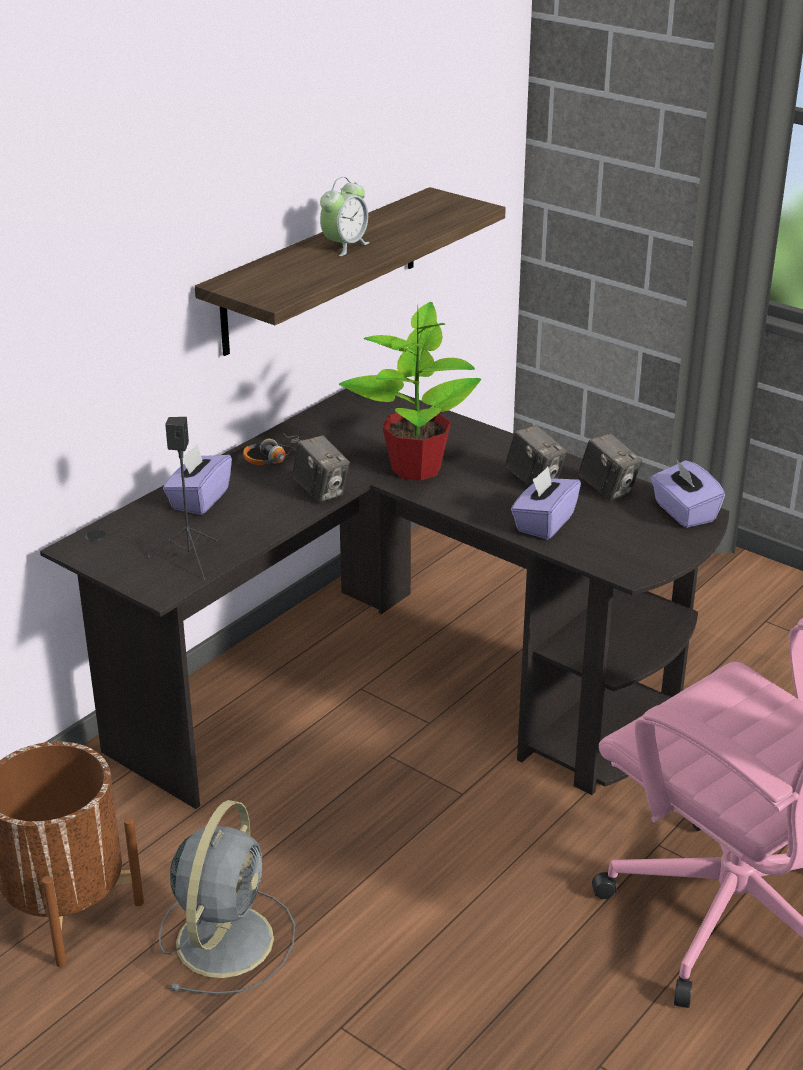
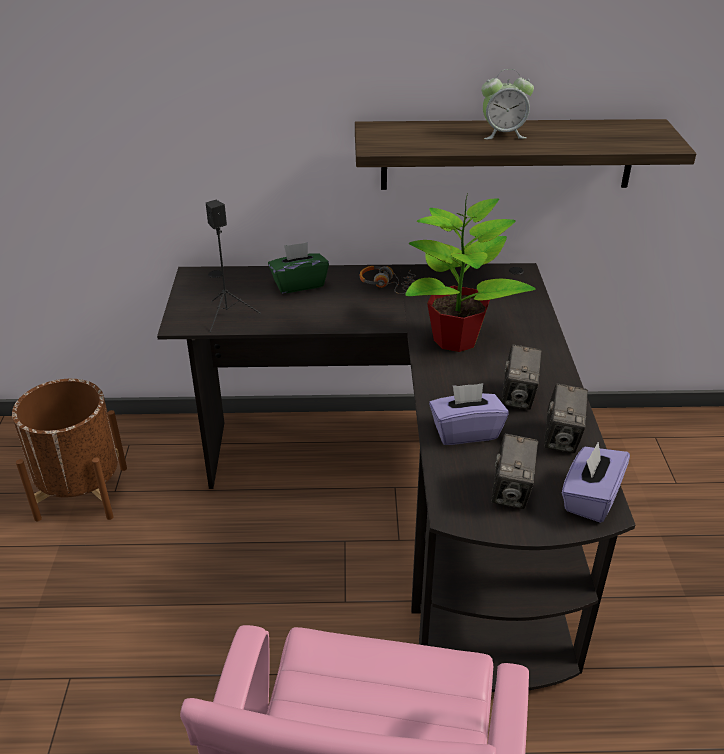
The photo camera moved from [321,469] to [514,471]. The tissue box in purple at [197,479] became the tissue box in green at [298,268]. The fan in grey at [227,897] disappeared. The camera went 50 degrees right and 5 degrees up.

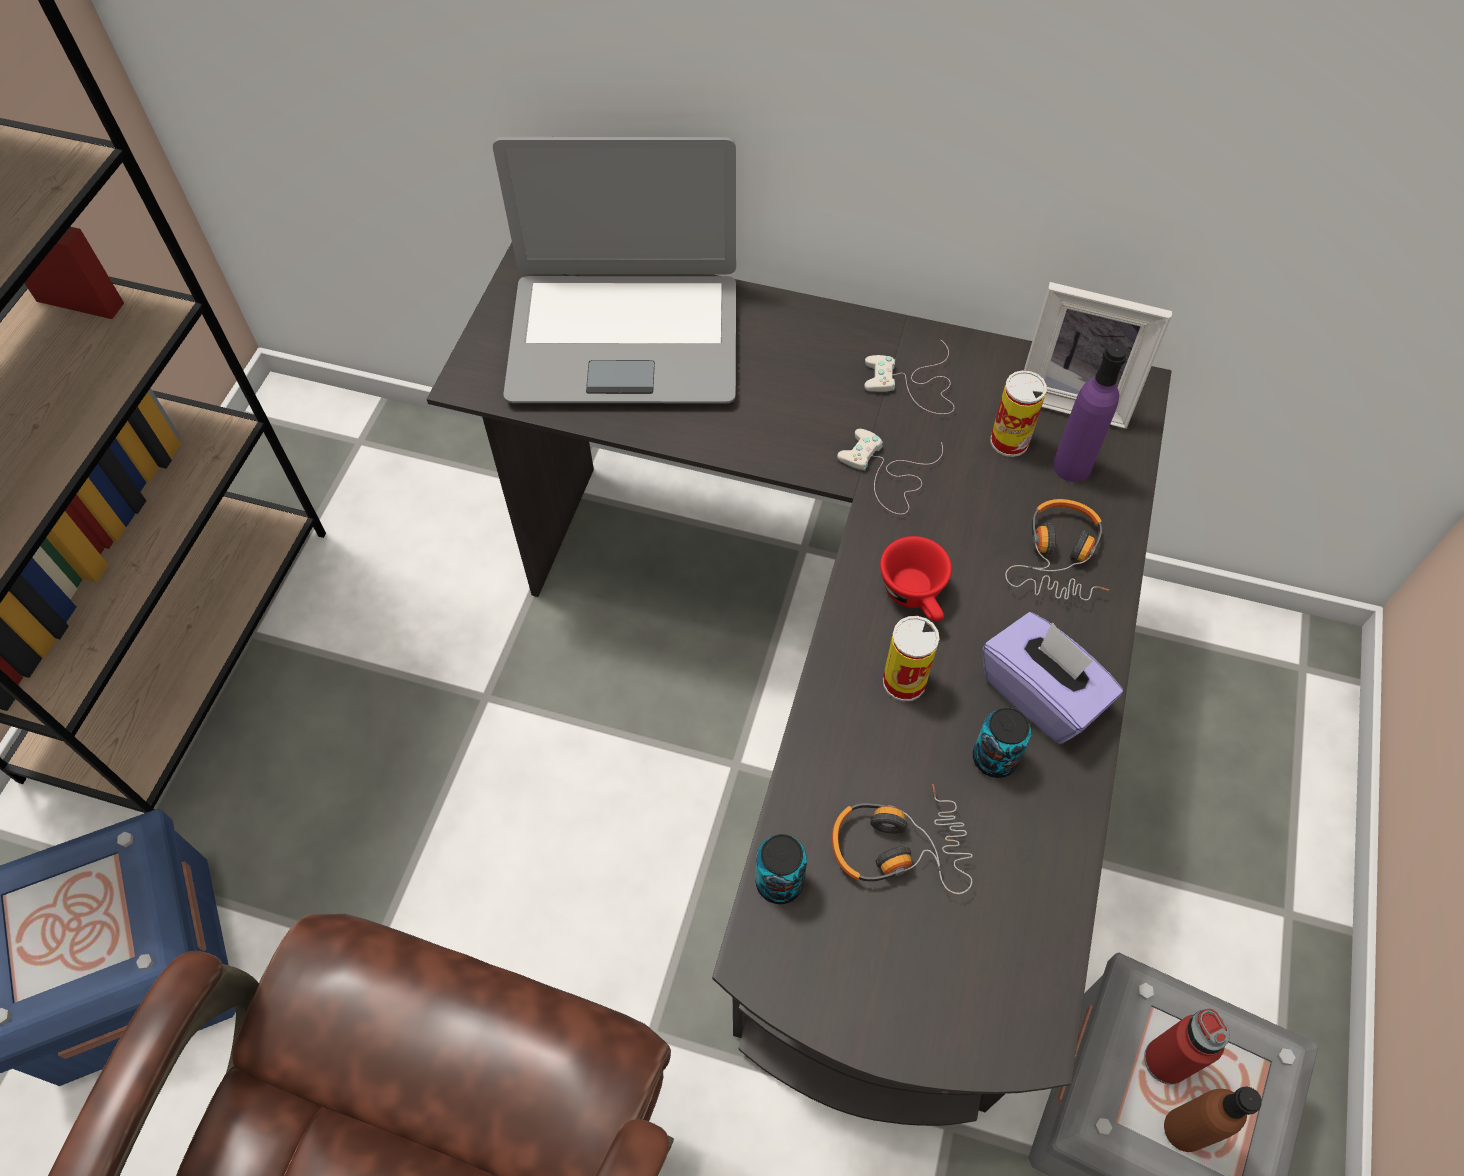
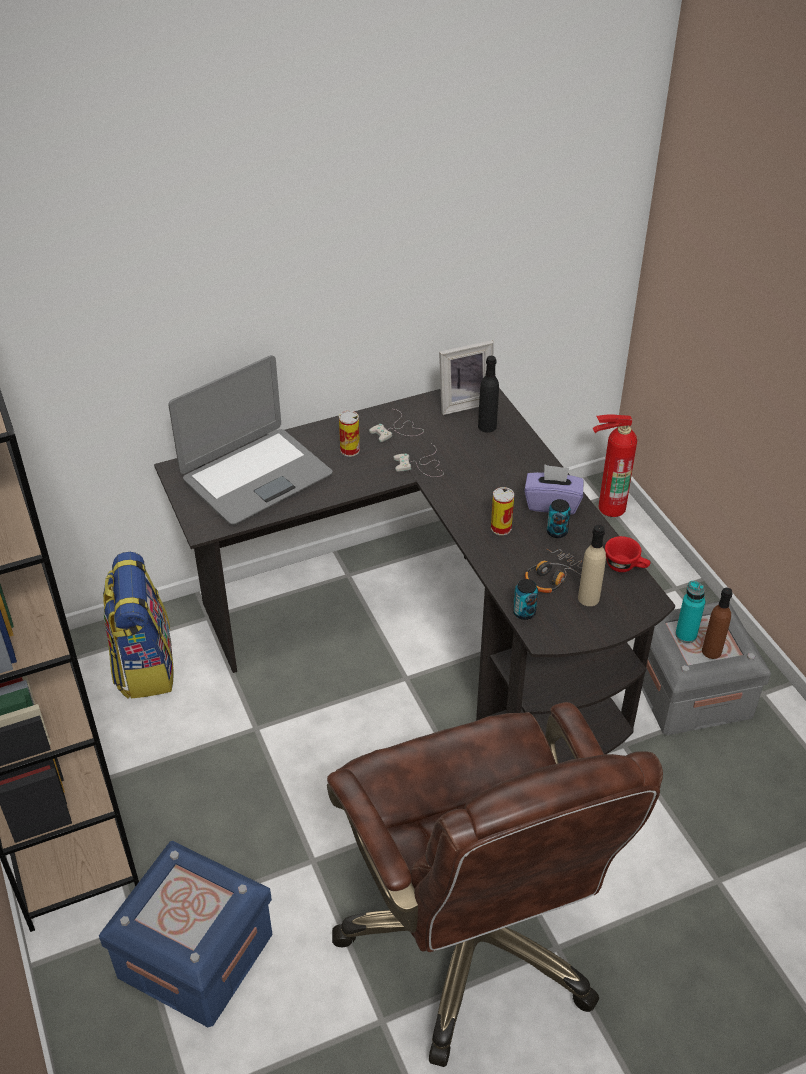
The bottle in purple at [1090,412] became the bottle in black at [488,394]. The can moved from [1018,413] to [349,434]. The headphones at [1057,549] disappeared. The cup in red moved from [916,579] to [628,554]. The bottle in red at [1187,1047] became the bottle in turquoise at [690,612]. The fire extinguisher at [615,465] appeared. The bottle in beige at [592,565] appeared. The backpack at [138,625] appeared. The camera went 40 degrees left and 15 degrees down.

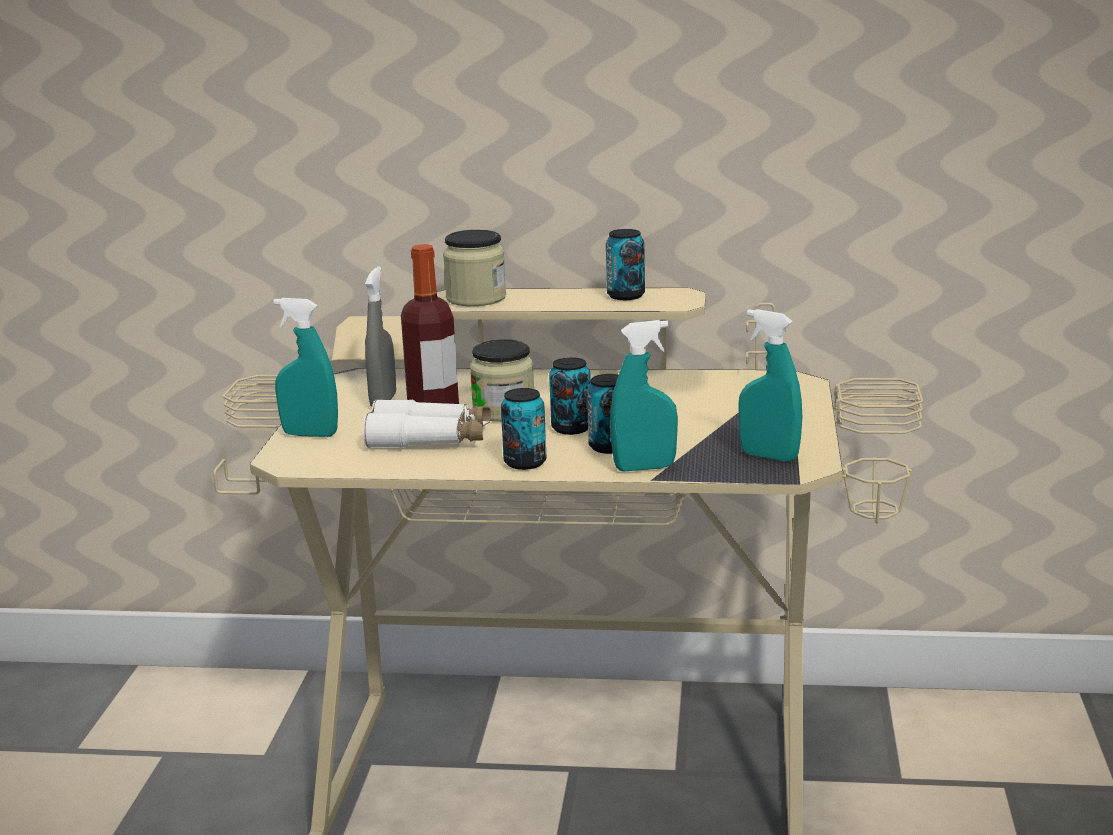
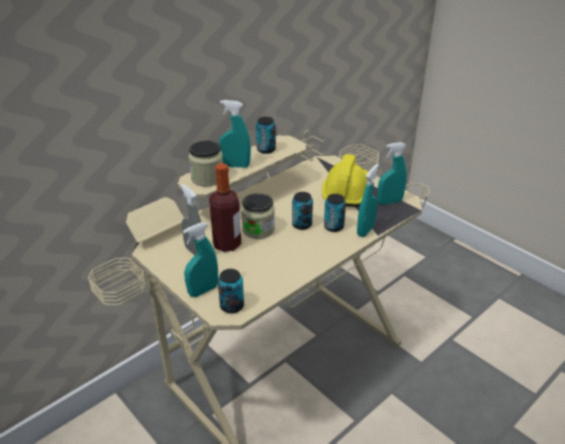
The can moved from [524,429] to [231,291]. The binoculars in white at [427,423] disappeared. The spray bottle in turquoise at [235,134] appeared. The hard hat in yellow at [345,180] appeared. The camera went 50 degrees left and 15 degrees up.

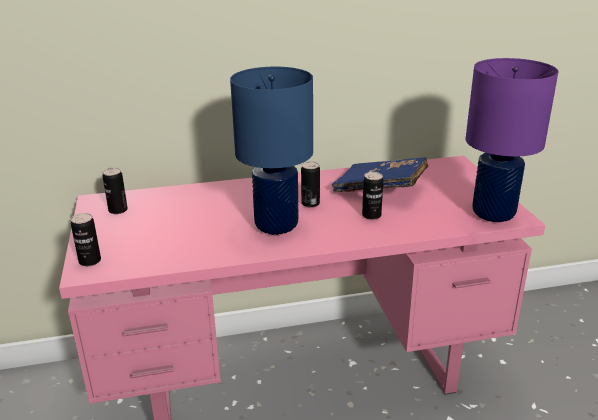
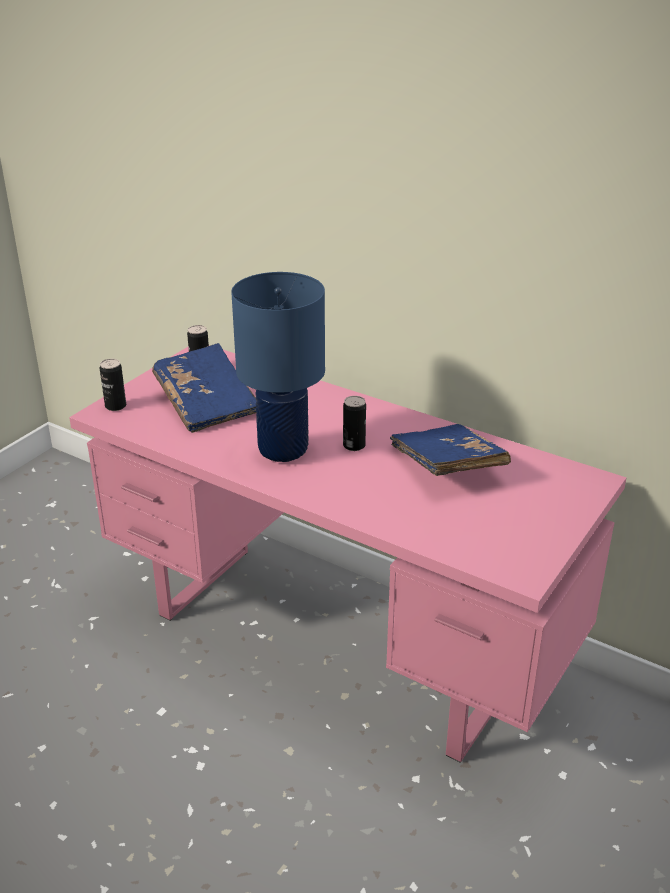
The table lamp in purple at [512,140] disappeared. The can at [372,196] disappeared. The book in blue at [204,388] appeared. The camera went 45 degrees right and 5 degrees up.

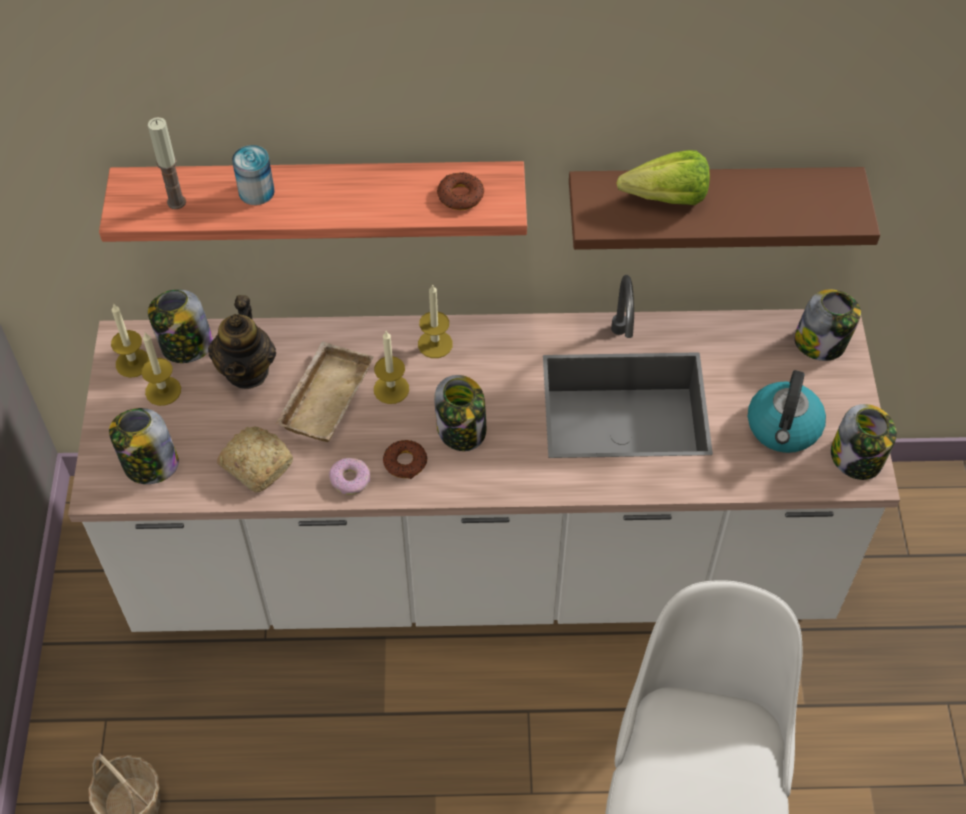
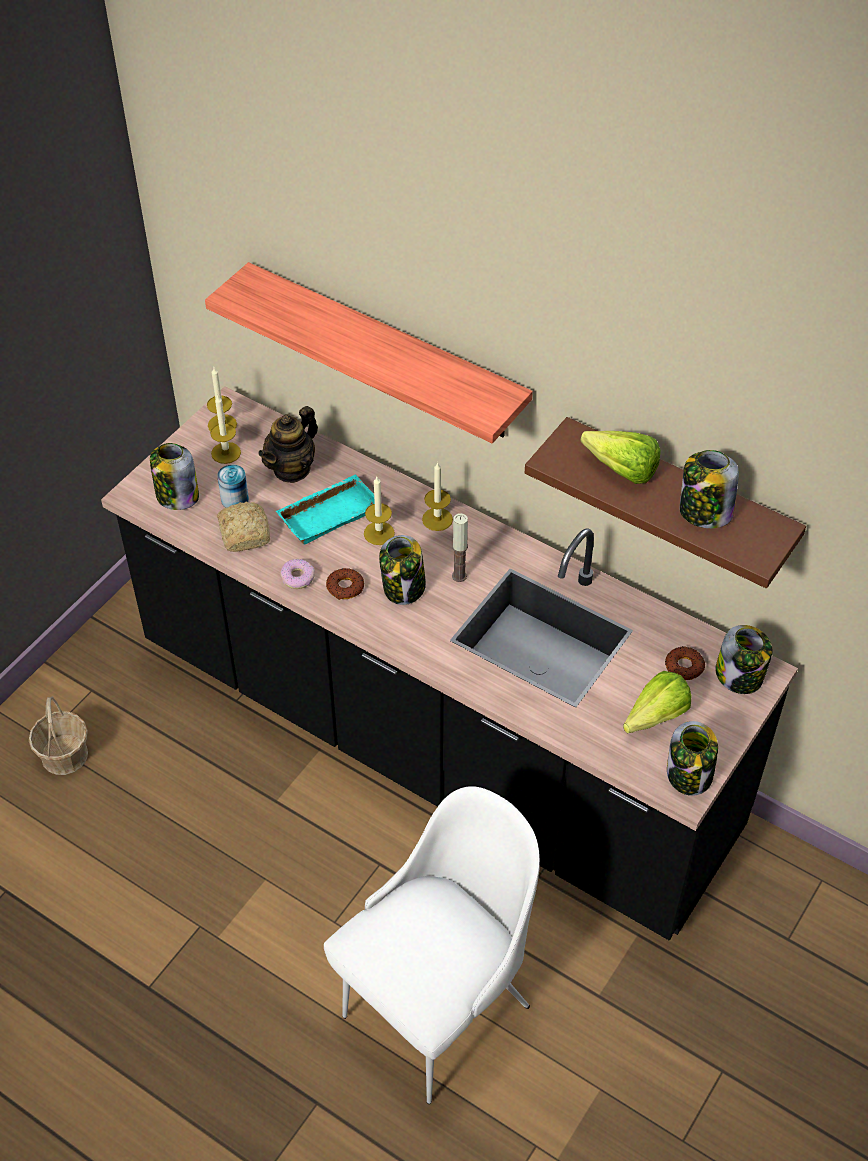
The candle moved from [167,163] to [460,547]. The can moved from [253,175] to [233,486]. The donut moved from [460,191] to [685,663]. The counter in white at [484,453] became the counter in black at [449,663]. The jar moved from [180,326] to [709,489]. The tray in beige at [324,392] became the tray in turquoise at [329,509]. The kettle at [786,411] was replaced by the lettuce at [657,702]. The camera went 35 degrees right and 5 degrees down.

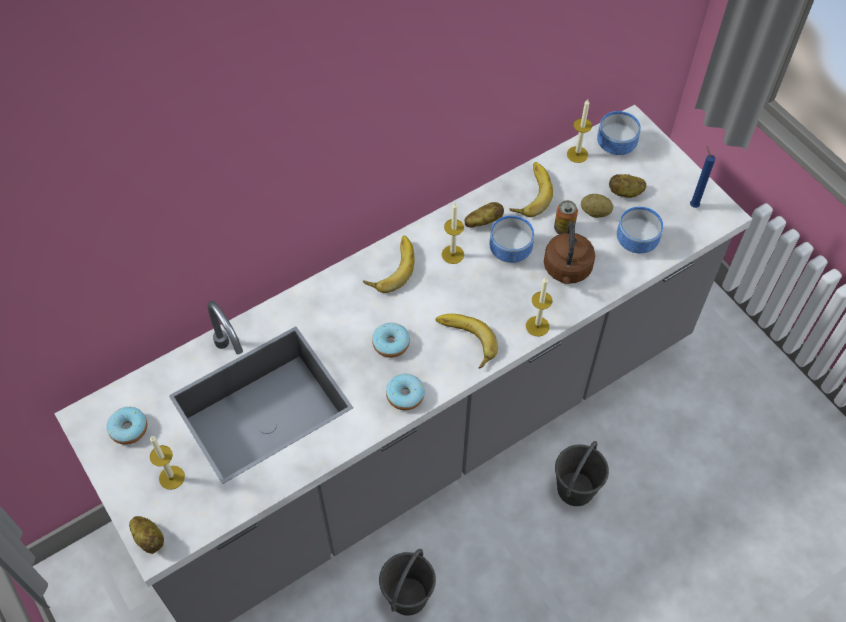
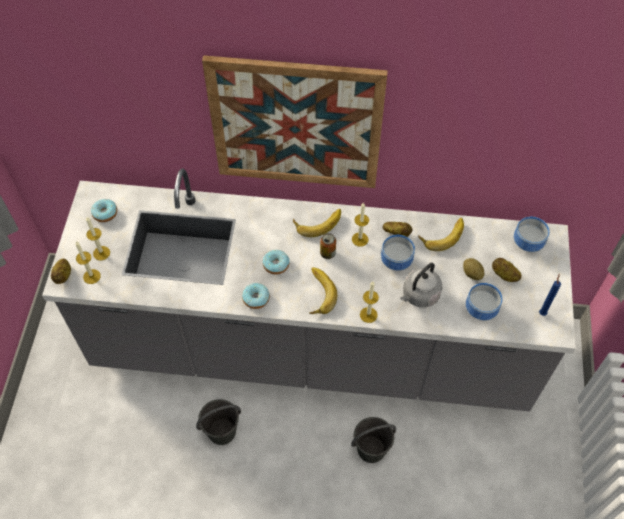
The candle moved from [579,131] to [88,262]. The can moved from [566,217] to [328,246]. The kettle in brown at [569,252] became the kettle in grey at [421,285]. The picture at [295,121] appeared. The camera went 40 degrees right and 0 degrees up.

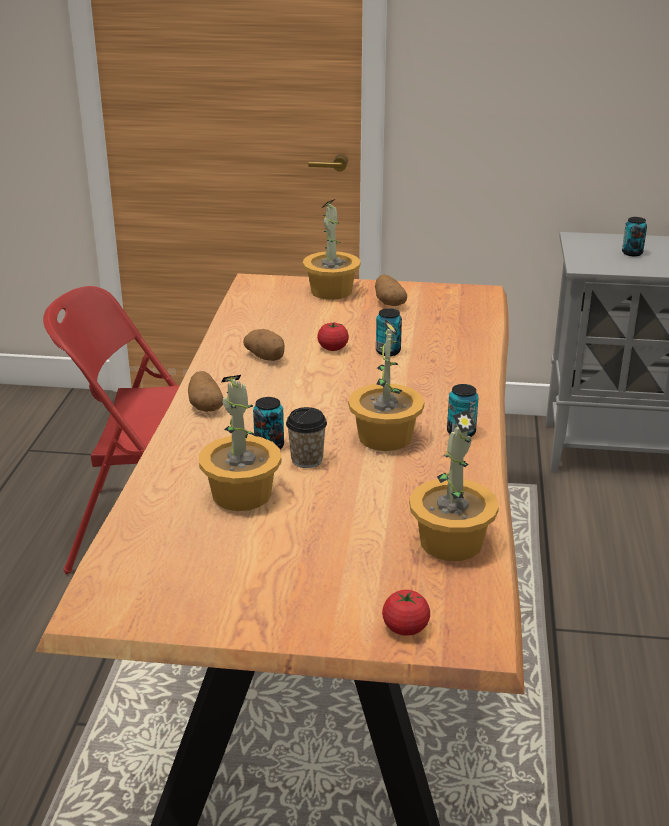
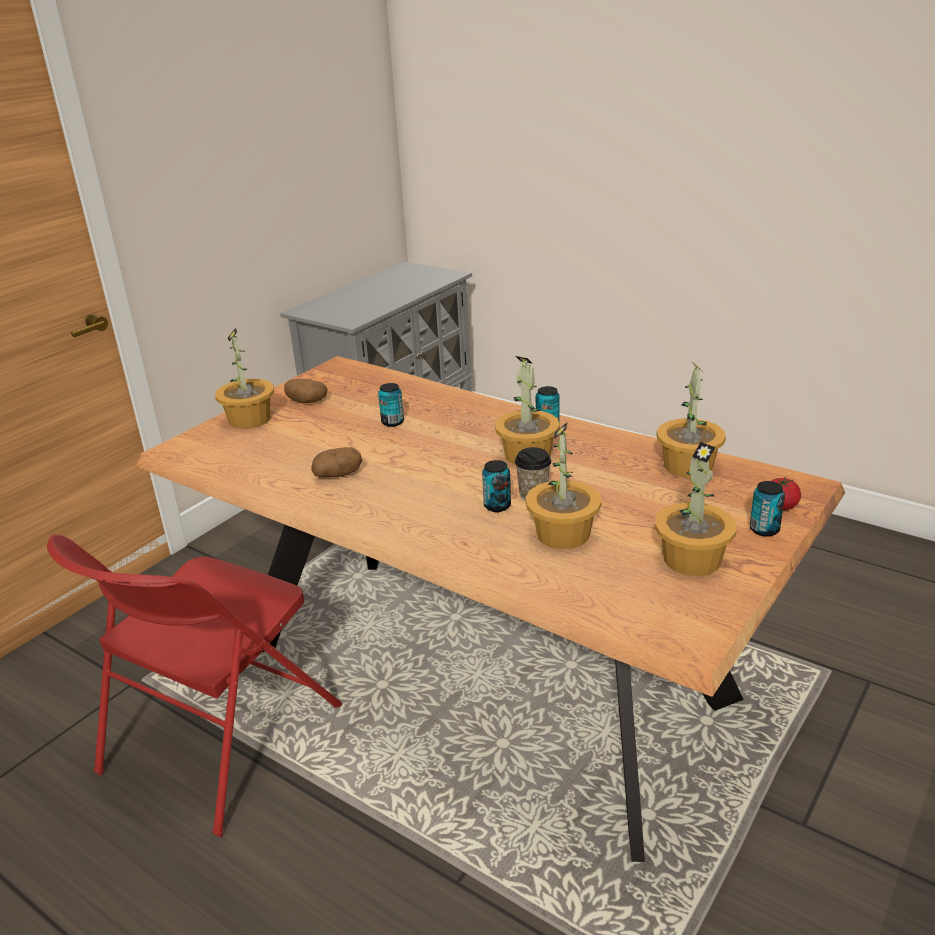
The can moved from [634,236] to [767,509]. The tomato at [333,336] disappeared. The potato at [205,391] disappeared. The potted plant at [695,509] appeared. The camera went 60 degrees left and 0 degrees up.

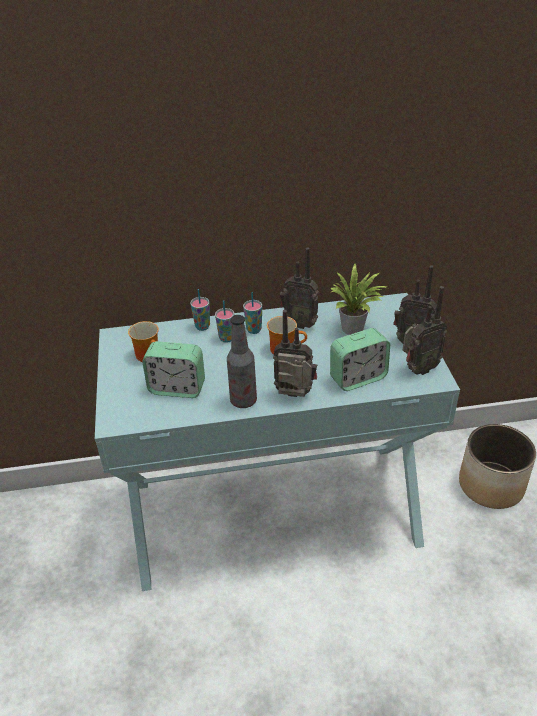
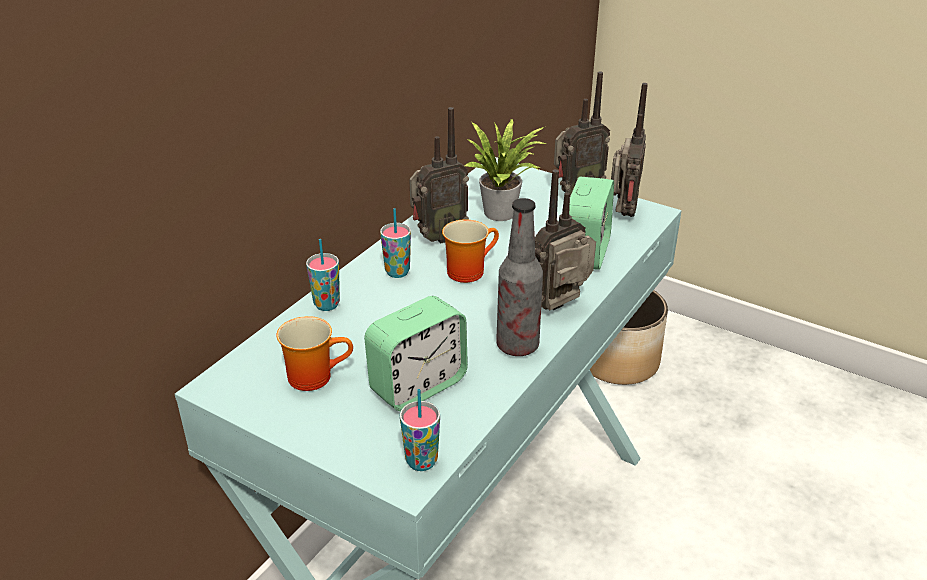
The cup moved from [225,321] to [420,430]. The camera went 50 degrees left and 5 degrees down.

